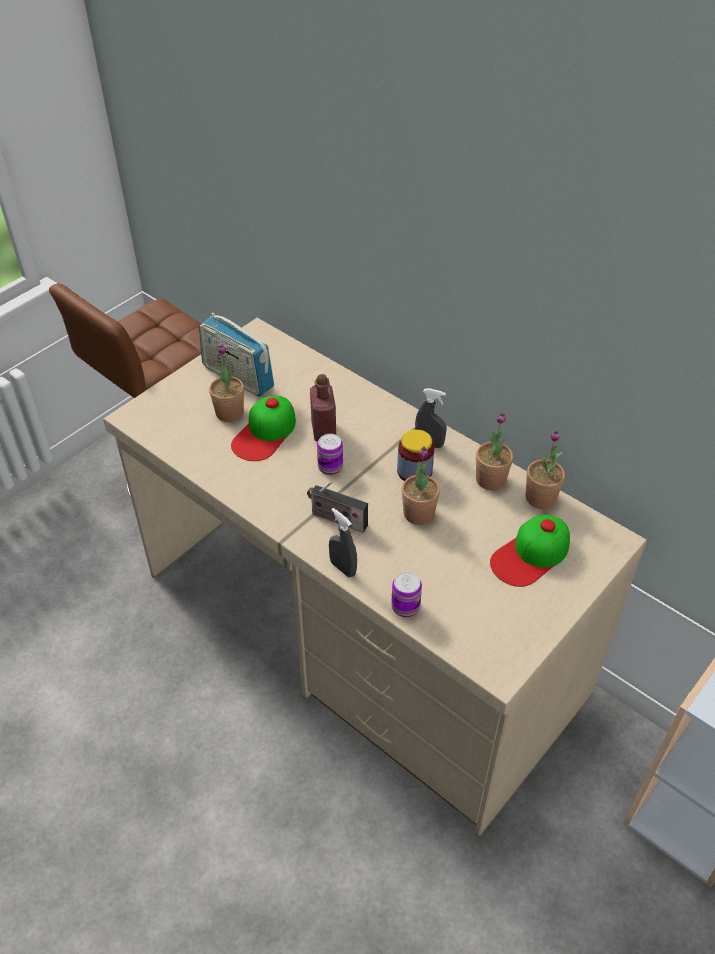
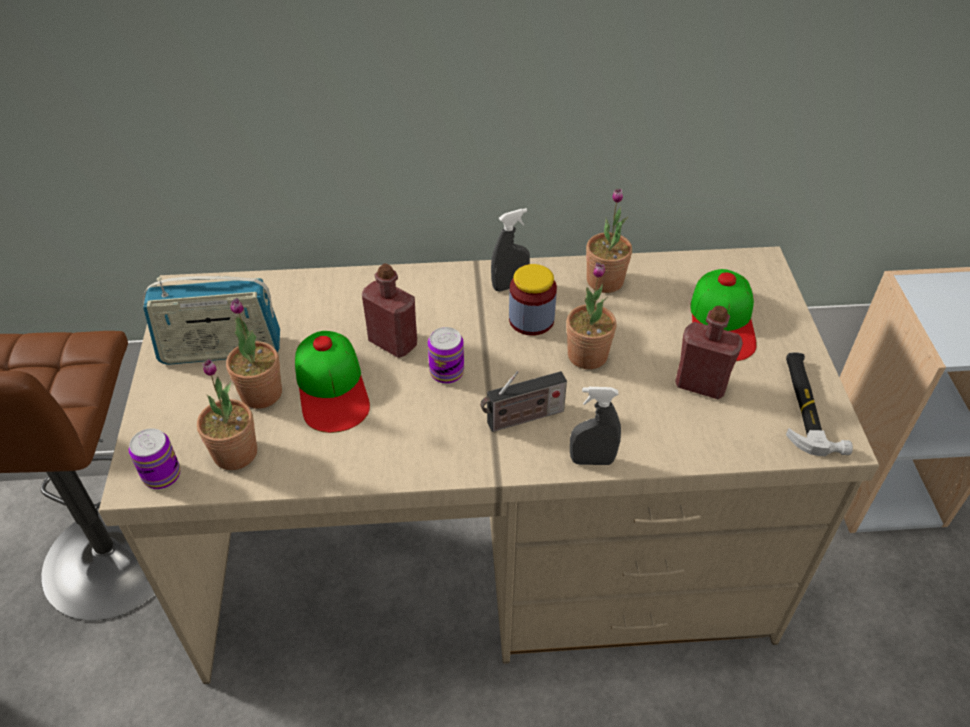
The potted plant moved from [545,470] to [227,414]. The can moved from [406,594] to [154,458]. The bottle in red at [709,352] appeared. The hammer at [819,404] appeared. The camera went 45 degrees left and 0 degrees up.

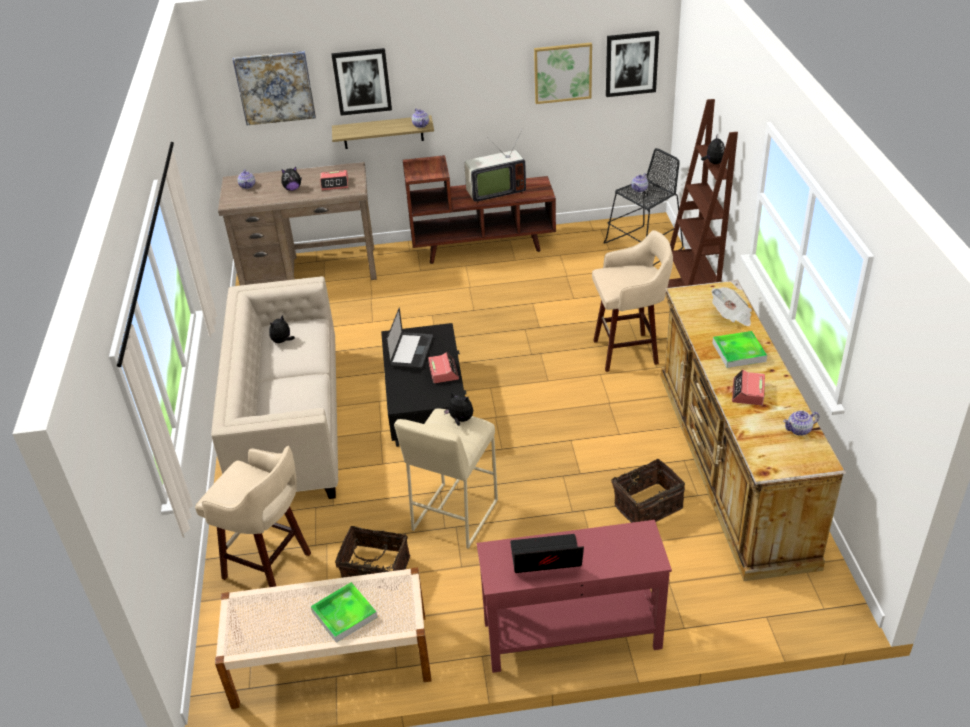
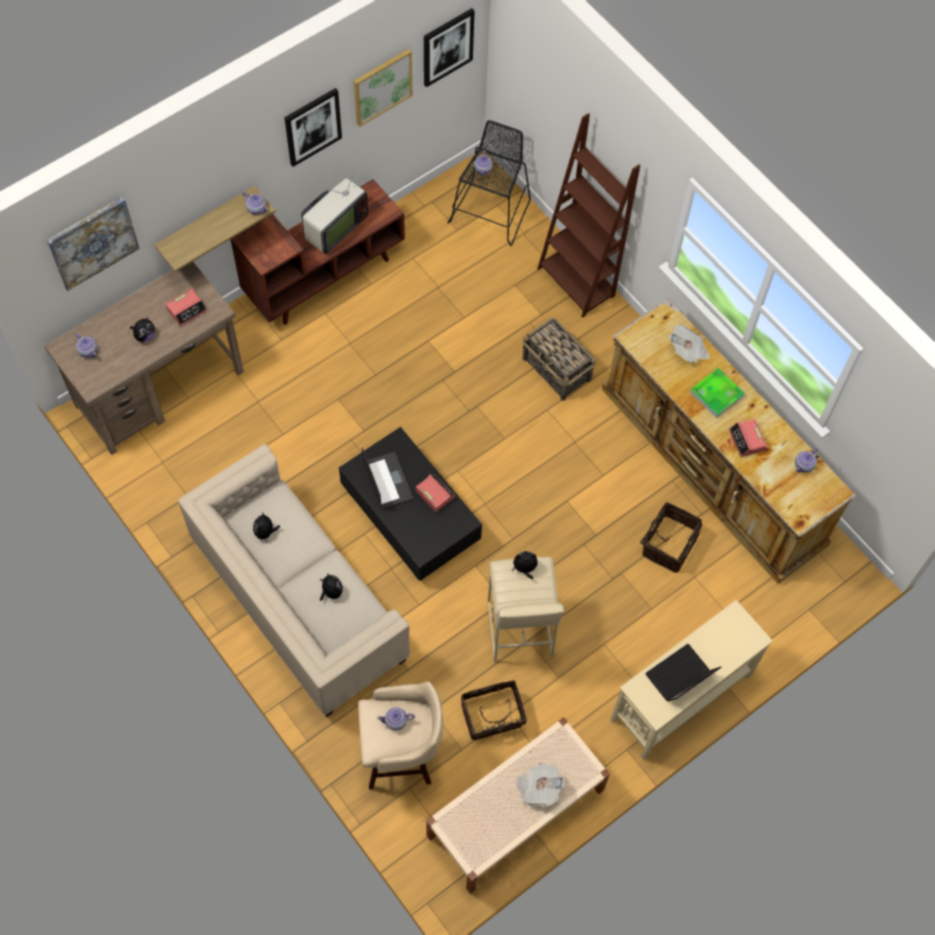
The picture moved from [361,82] to [313,127]. The plush toy moved from [713,150] to [331,587]. The stool in beige at [632,301] was replaced by the basket at [559,359]. The console table in red at [574,596] became the console table in beige at [692,680]. The tray at [344,612] was replaced by the newspaper at [540,785]. The teapot at [396,719] appeared. The camera went 35 degrees left and 25 degrees up.

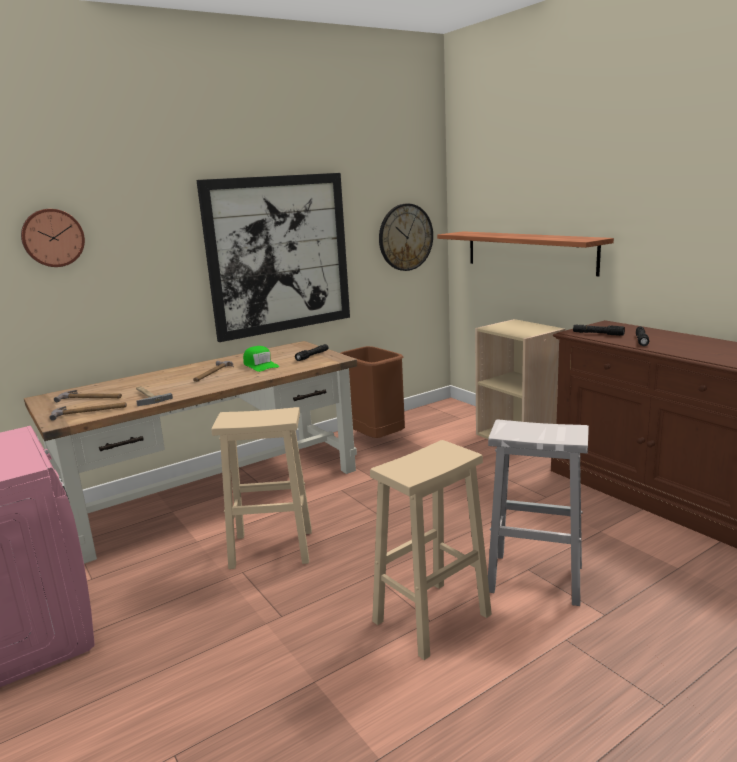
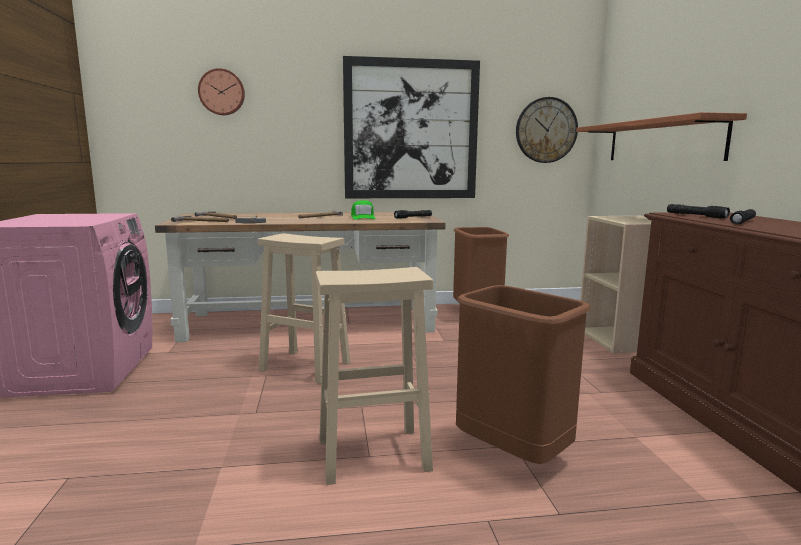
The stool in white at [538,512] was replaced by the trash can in brown at [523,374]. The camera went 25 degrees right and 5 degrees down.

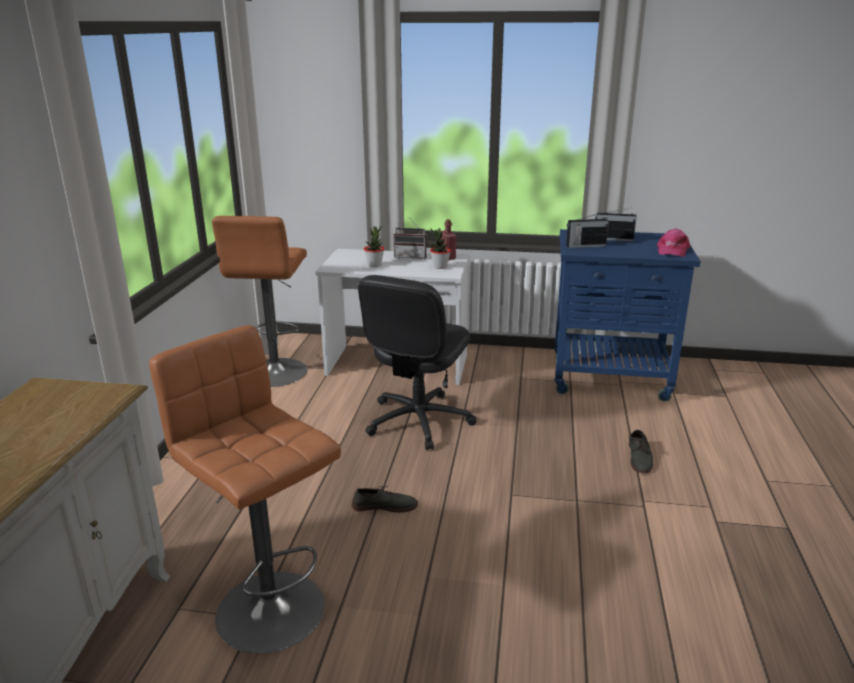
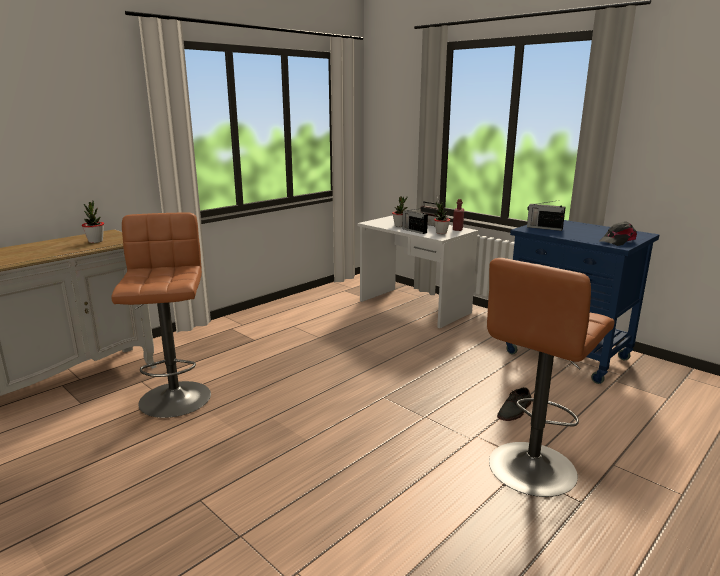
The radio moved from [616,225] to [415,221]. The stool in brown moved from [260,301] to [550,377]. The cap in pink at [674,242] became the cap in black at [618,233]. The office chair in black at [417,362] disappeared. The shoe in grey at [384,499] disappeared. The potted plant at [93,222] appeared. The camera went 35 degrees right and 5 degrees down.

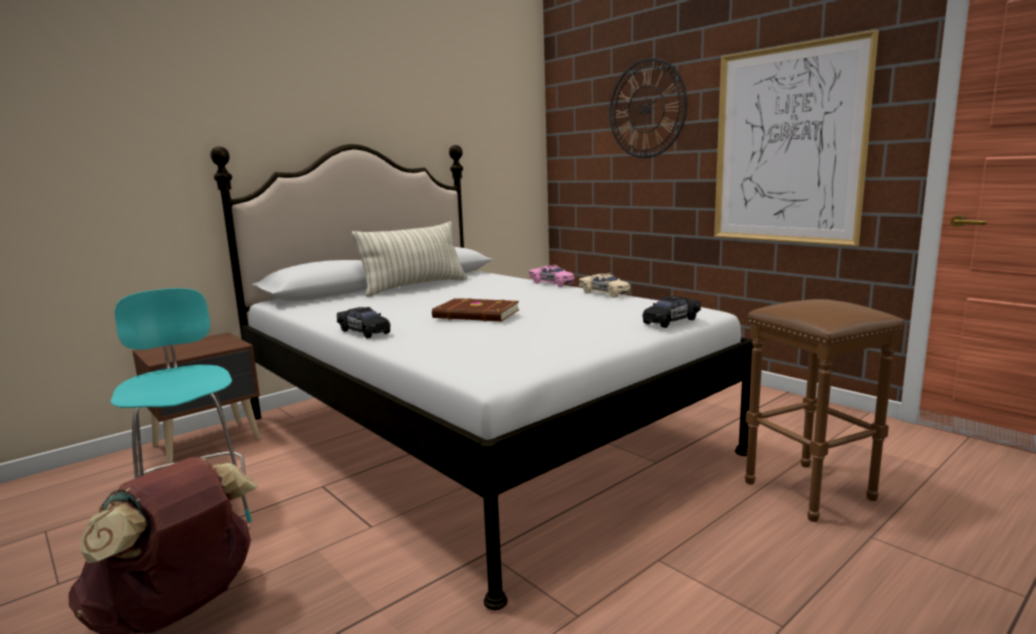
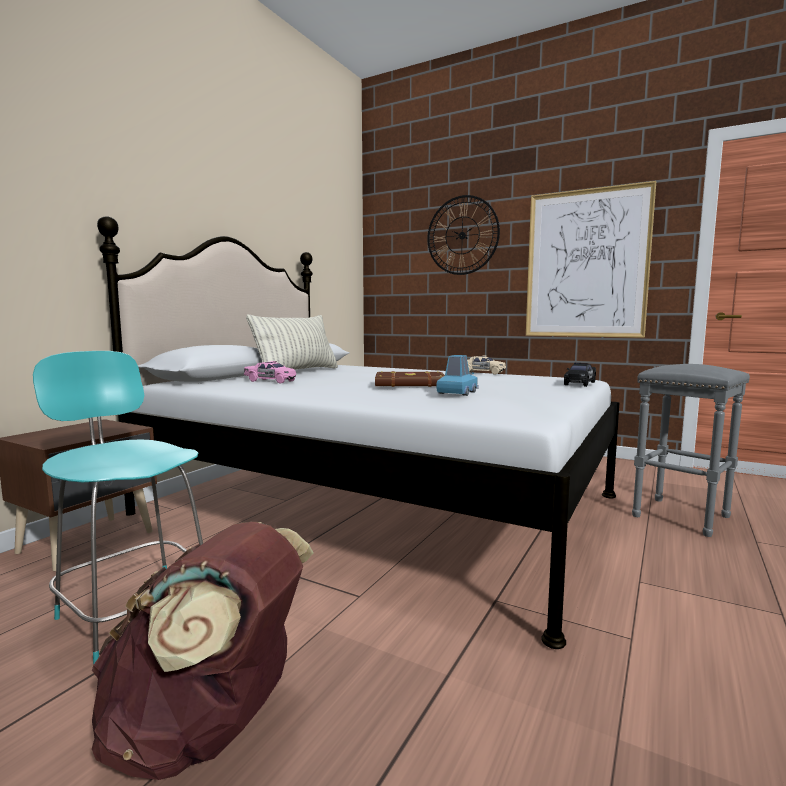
The toy car in pink moved from [552,276] to [270,372]. The stool in brown at [825,410] became the stool in grey at [691,450]. The toy car in black at [363,322] disappeared. The toy car in blue at [457,375] appeared. The camera went 20 degrees left and 5 degrees down.

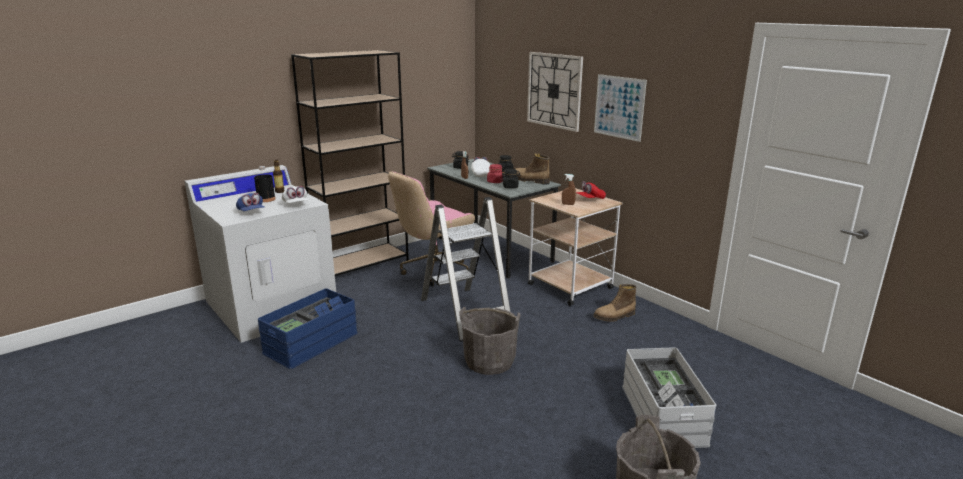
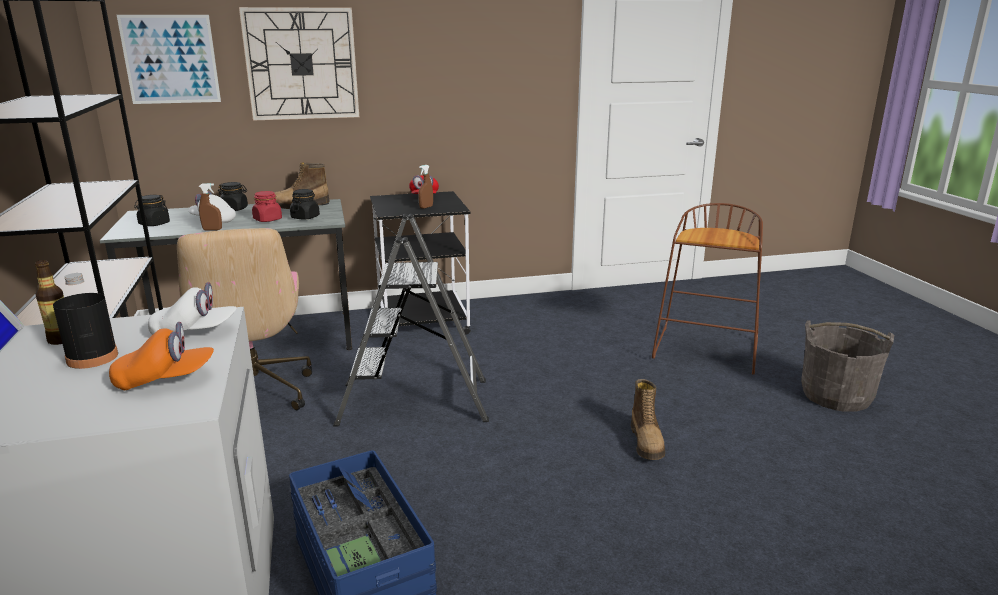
The picture moved from [620,108] to [169,59]. The cart in beige at [575,247] became the cart in black at [420,266]. The cap in blue at [250,202] became the cap in orange at [161,356]. The boot moved from [614,303] to [648,419]. The bucket in grey at [489,341] disappeared. The storage box in grey at [669,397] was replaced by the stool in brown at [707,289]. The camera went 65 degrees left and 0 degrees up.

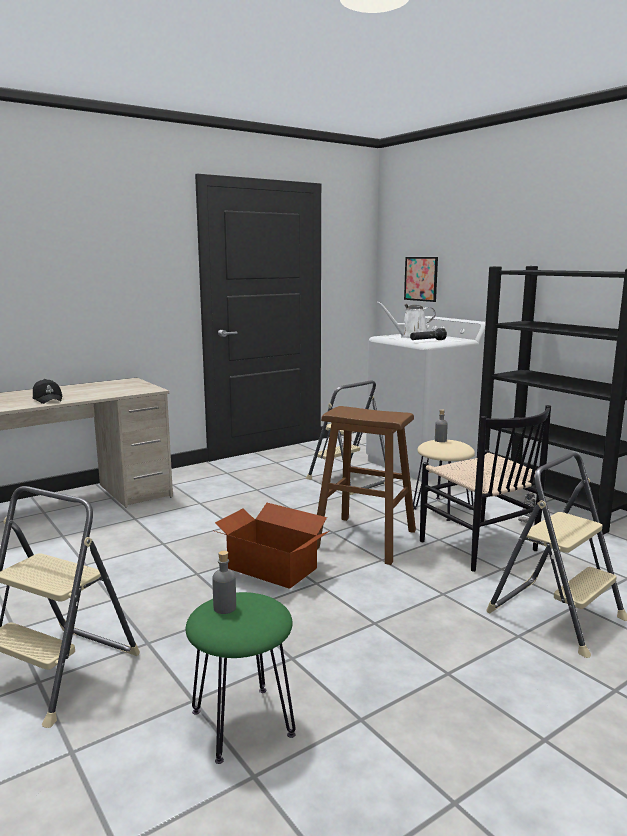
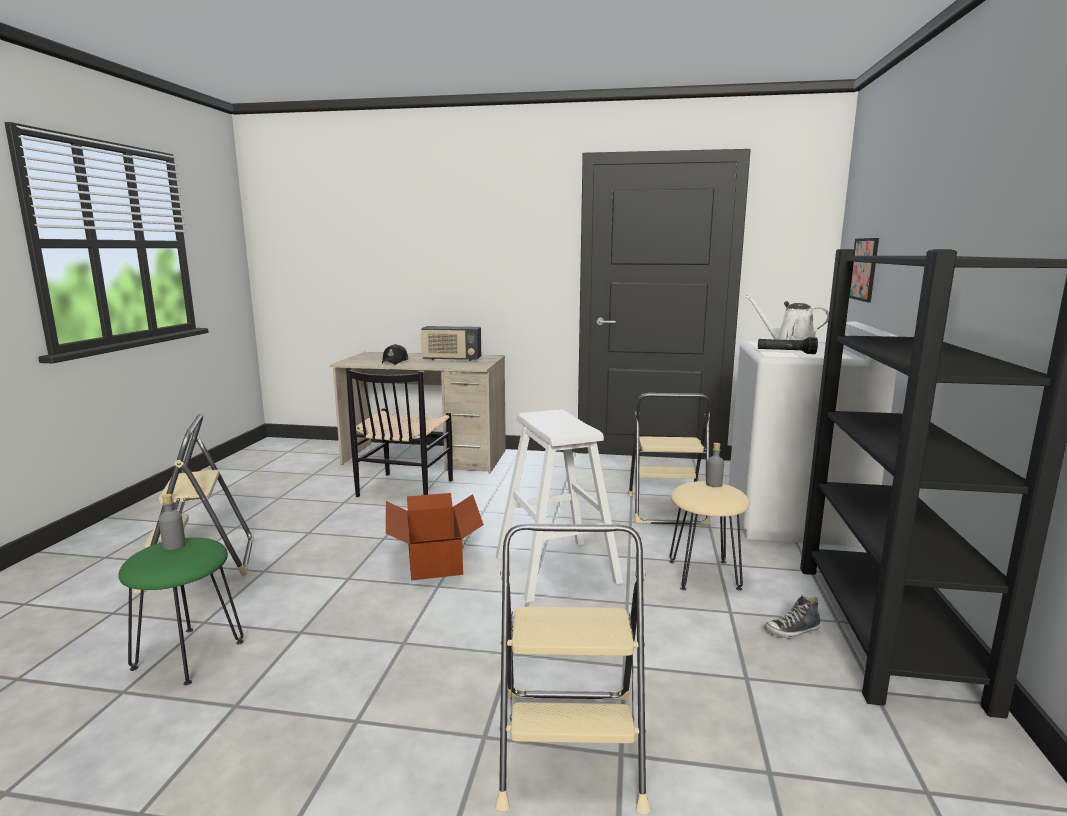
The chair in black moved from [485,488] to [399,432]. The stool in brown at [366,485] became the stool in white at [559,506]. The radio at [451,343] appeared. The camera went 45 degrees right and 0 degrees up.

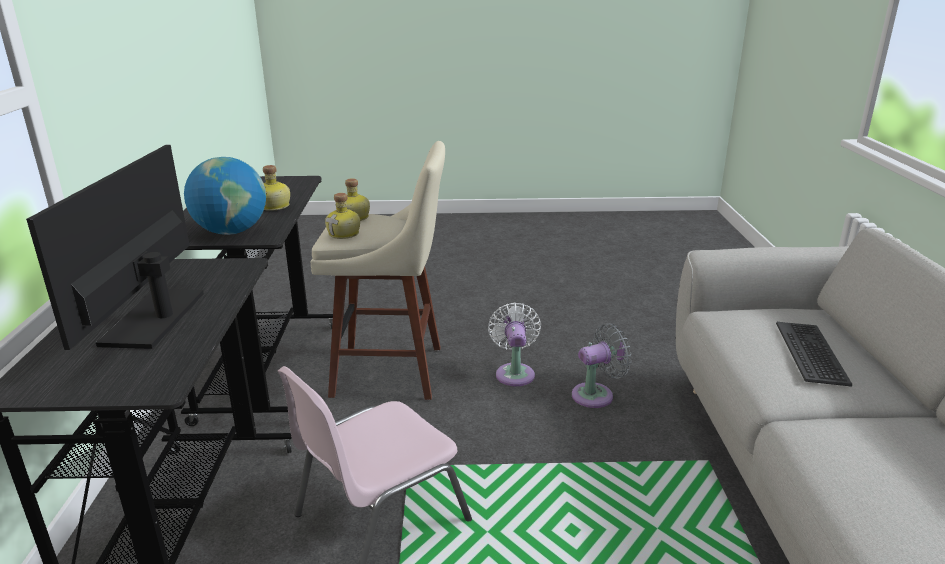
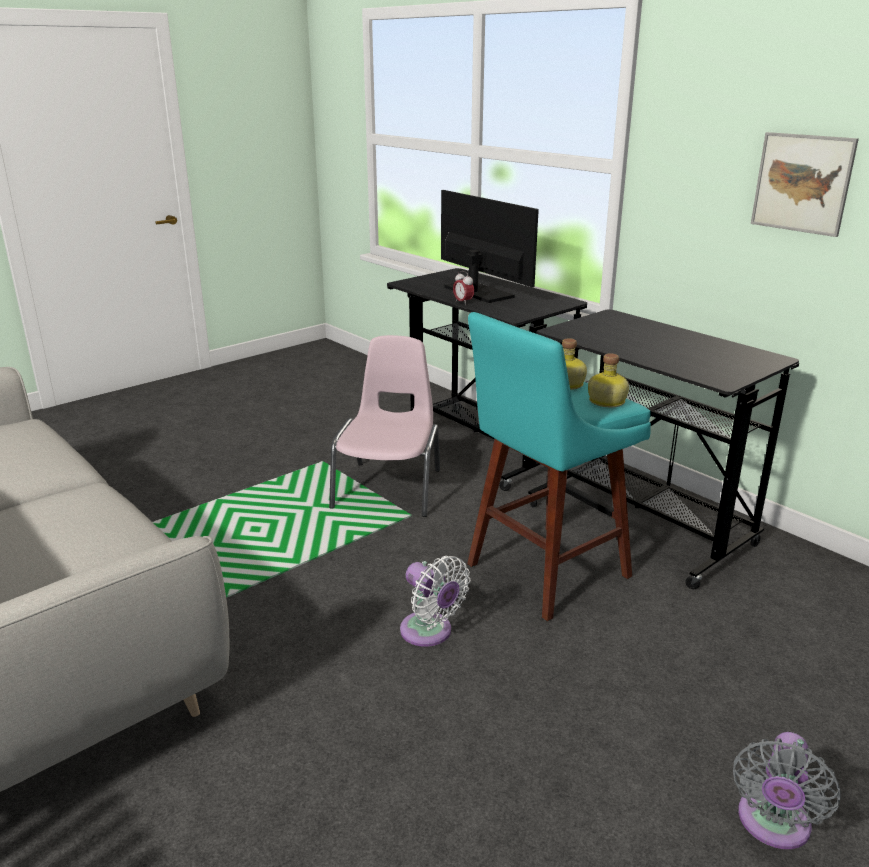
The stool in beige at [378,270] became the stool in turquoise at [559,466]. The globe at [225,196] disappeared. The bottle at [276,188] disappeared. The keyboard at [814,354] disappeared. The fan in grey moved from [601,365] to [787,790]. The picture at [805,184] appeared. The alarm clock at [463,288] appeared. The camera went 140 degrees right and 0 degrees up.

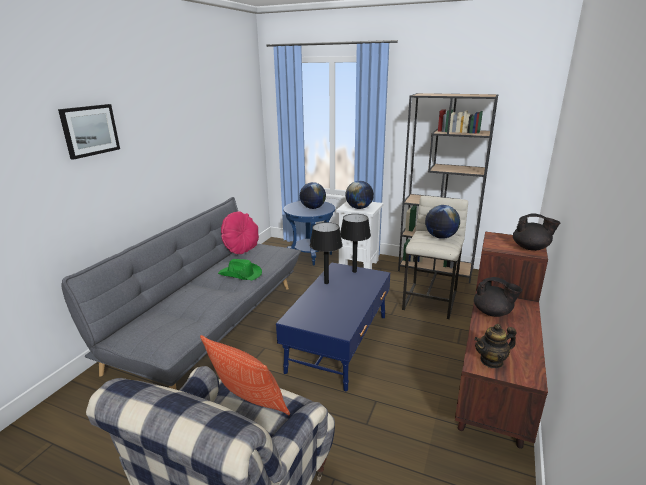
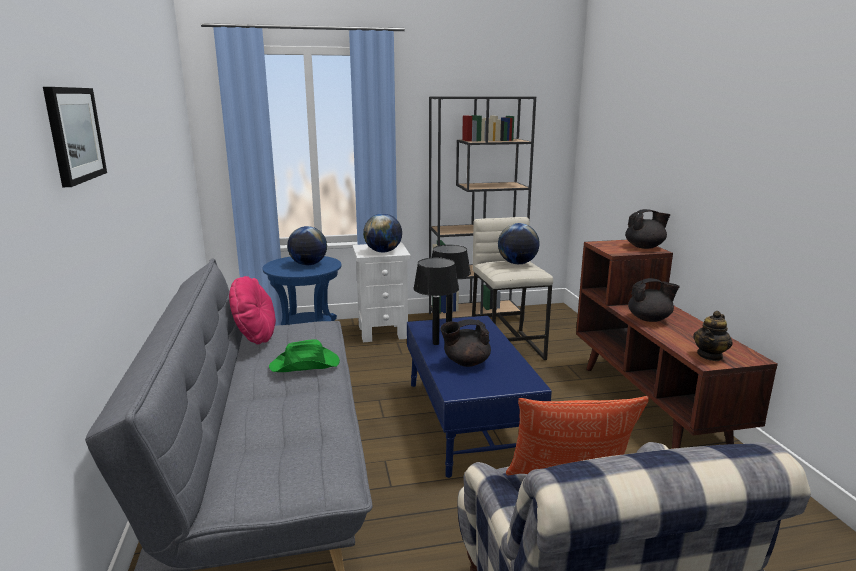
The teapot in black at [465,343] appeared. The camera went 35 degrees left and 5 degrees down.

